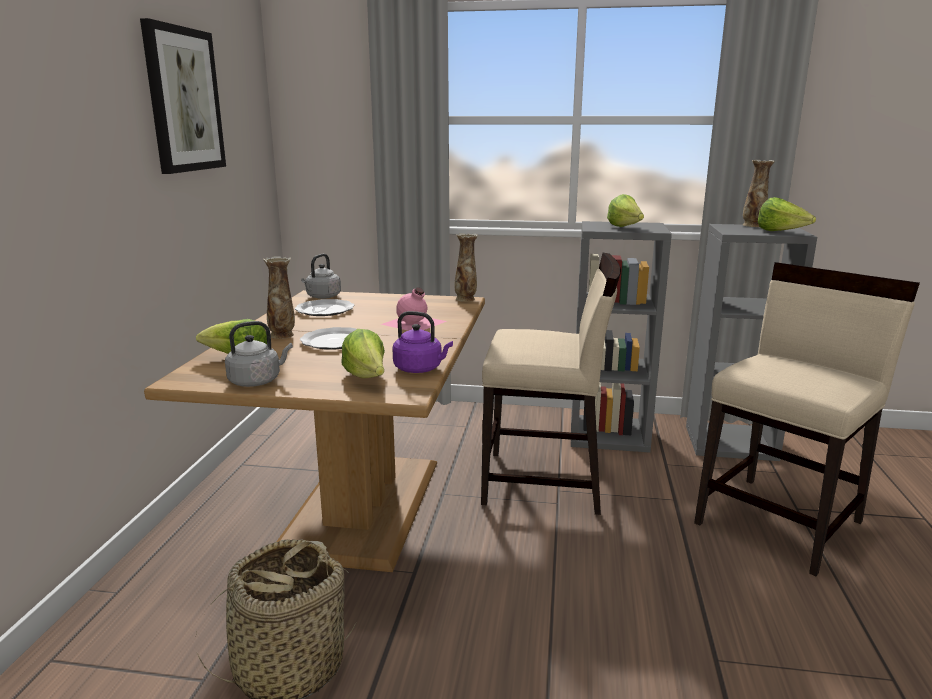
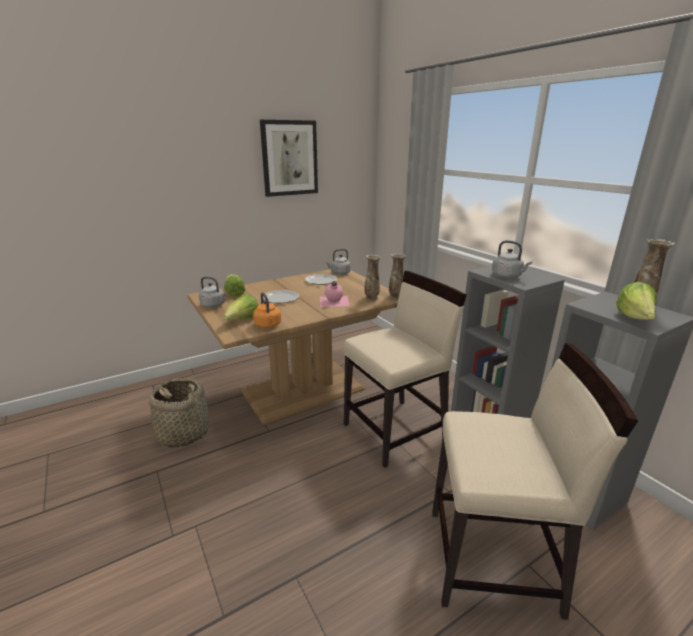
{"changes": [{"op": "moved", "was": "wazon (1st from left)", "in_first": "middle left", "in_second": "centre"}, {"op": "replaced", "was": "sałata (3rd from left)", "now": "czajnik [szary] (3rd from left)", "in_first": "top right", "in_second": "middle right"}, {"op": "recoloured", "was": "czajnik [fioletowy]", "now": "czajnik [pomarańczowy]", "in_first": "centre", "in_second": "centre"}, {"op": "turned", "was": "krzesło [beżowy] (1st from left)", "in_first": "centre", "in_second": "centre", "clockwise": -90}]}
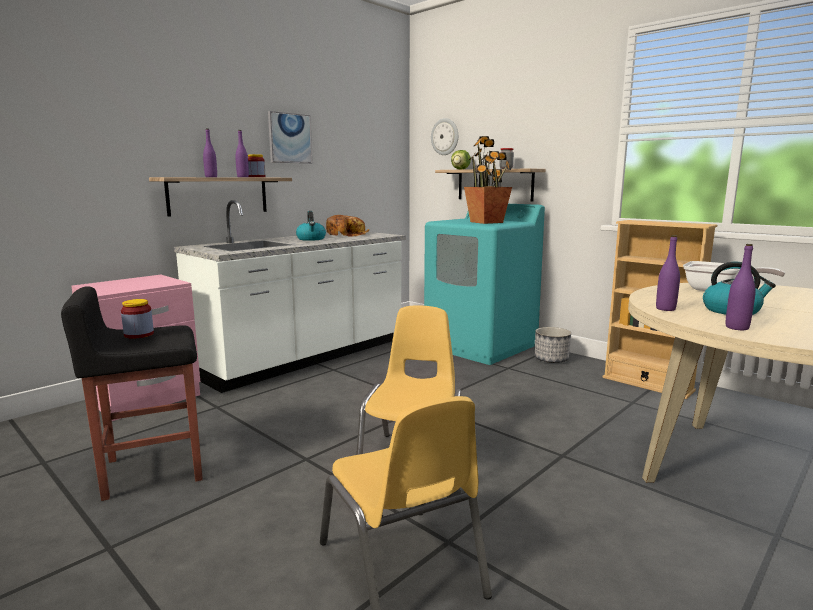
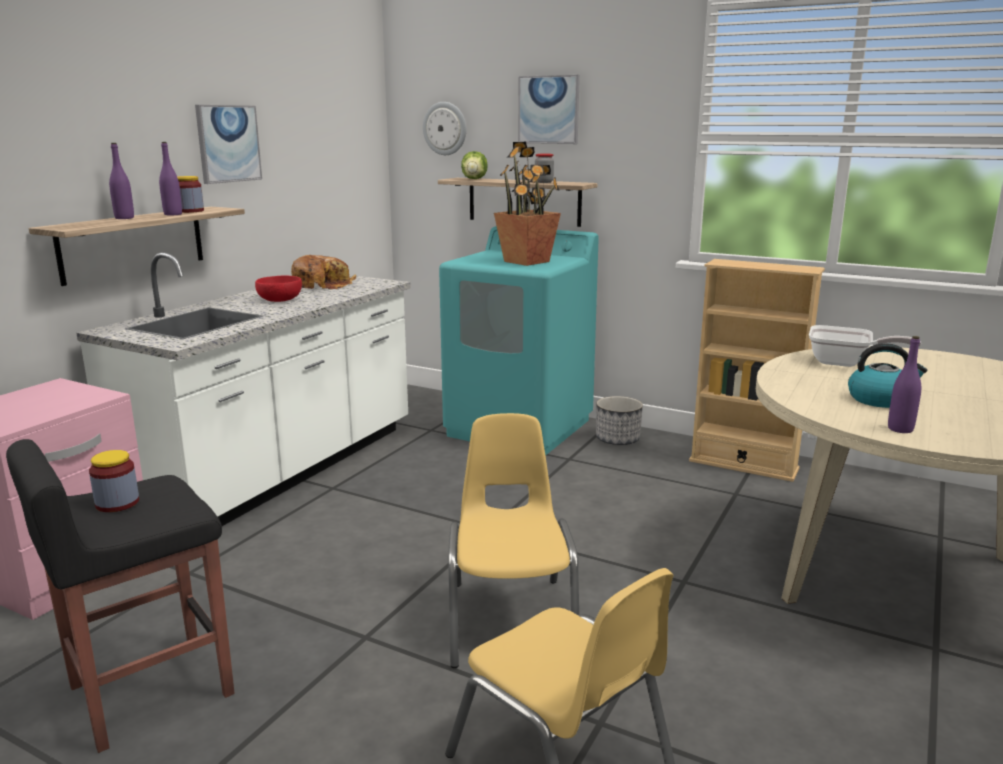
{"changes": [{"op": "removed", "was": "butelka [fioletowy] (3rd from left)", "in_first": "middle right"}, {"op": "added", "now": "obraz (2nd from left)", "in_second": "top centre"}, {"op": "replaced", "was": "czajnik (1st from left)", "now": "miska [czerwony]", "in_first": "centre", "in_second": "middle left"}]}
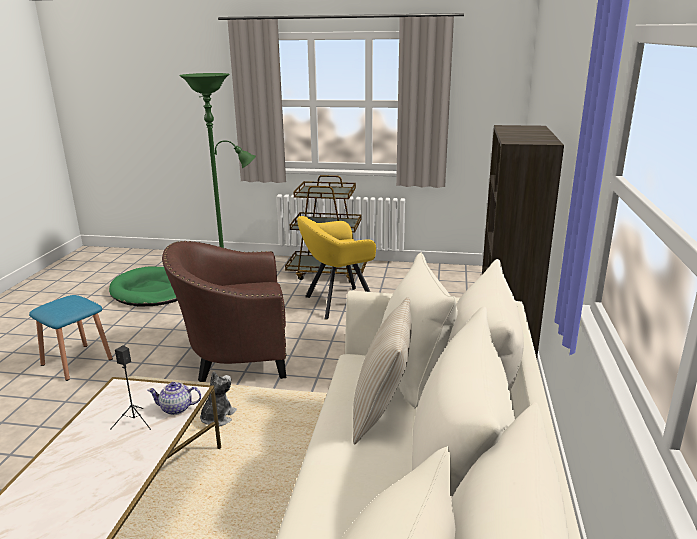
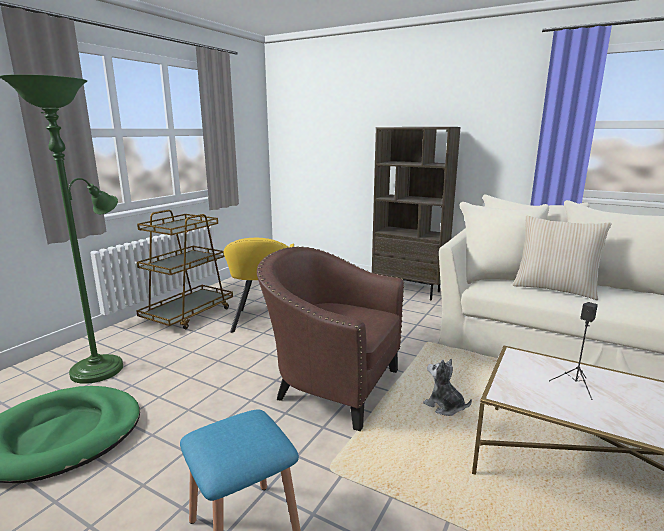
{"changes": [{"op": "removed", "was": "imbryk", "in_first": "bottom left"}, {"op": "turned", "was": "fotel [brązowy]", "in_first": "middle left", "in_second": "centre", "clockwise": 105}]}
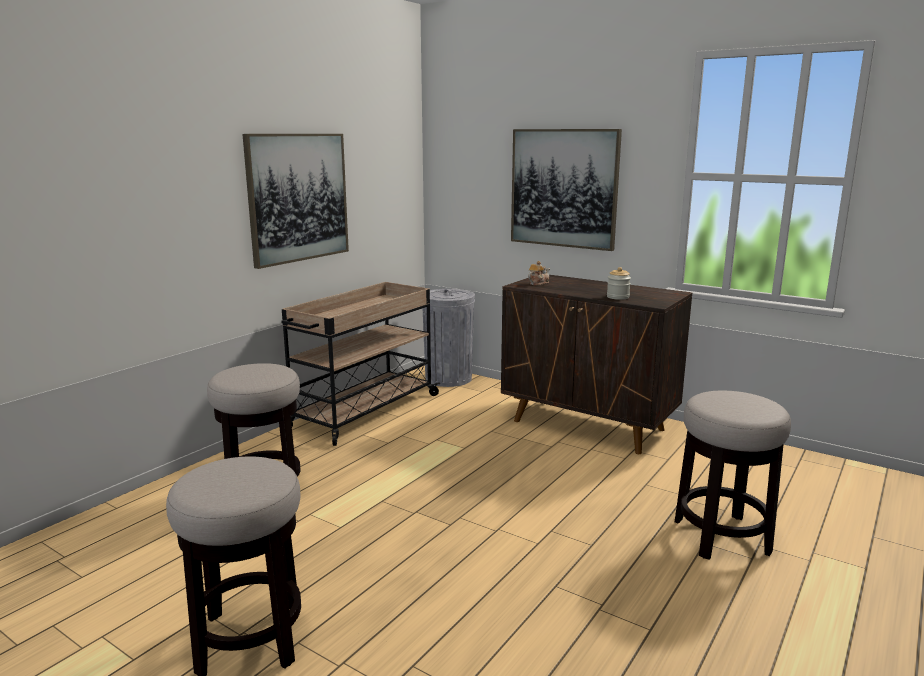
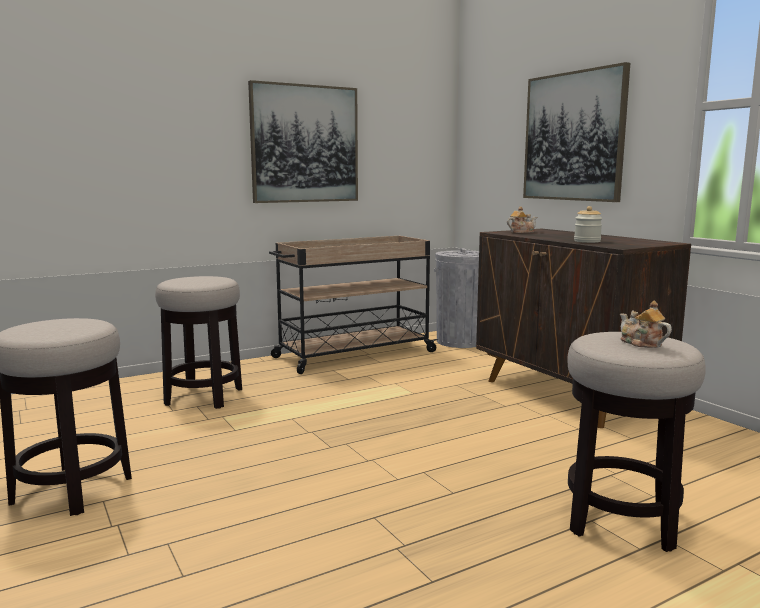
{"changes": [{"op": "added", "now": "imbryk (2nd from left)", "in_second": "middle right"}]}
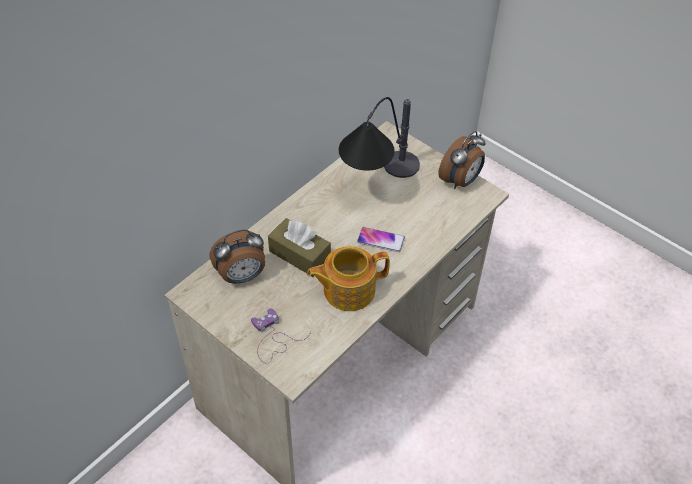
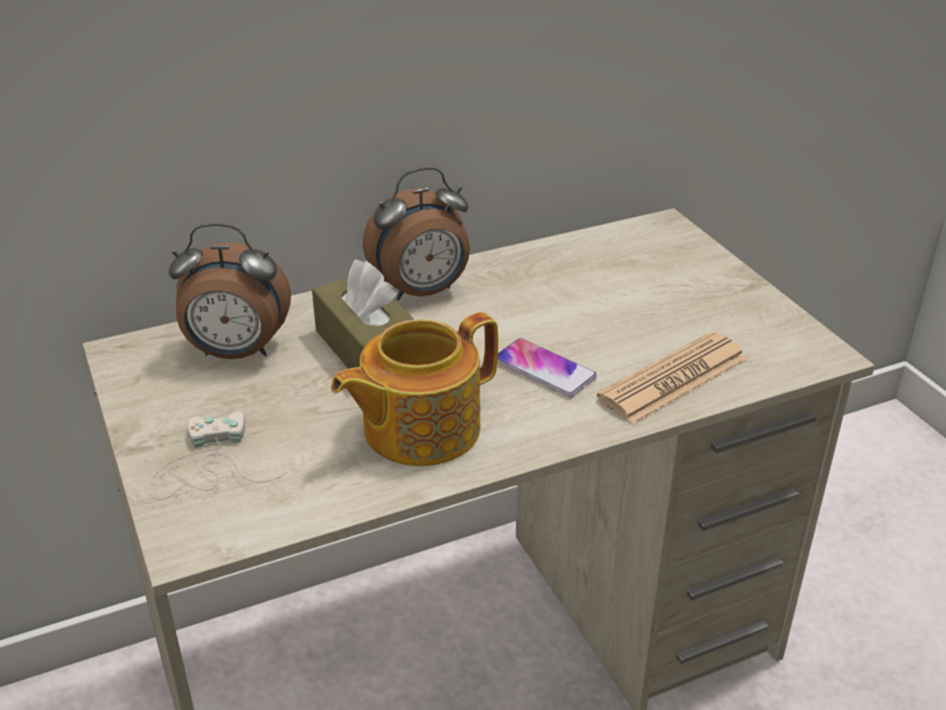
{"changes": [{"op": "removed", "was": "lampa stołowa", "in_first": "top centre"}, {"op": "added", "now": "gazeta", "in_second": "middle right"}, {"op": "moved", "was": "budzik (2nd from left)", "in_first": "top right", "in_second": "top centre"}, {"op": "recoloured", "was": "pad do gier [fioletowy]", "now": "pad do gier [biały]", "in_first": "bottom centre", "in_second": "middle left"}, {"op": "turned", "was": "imbryk", "in_first": "centre", "in_second": "centre", "clockwise": -45}]}
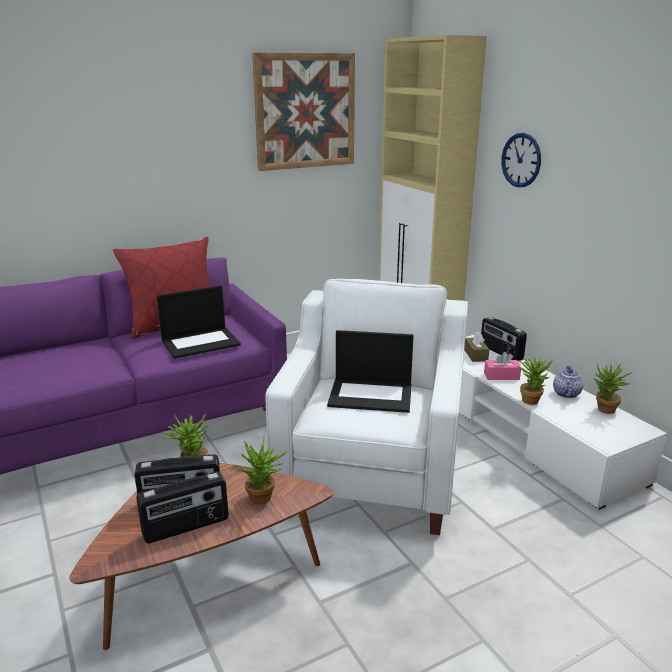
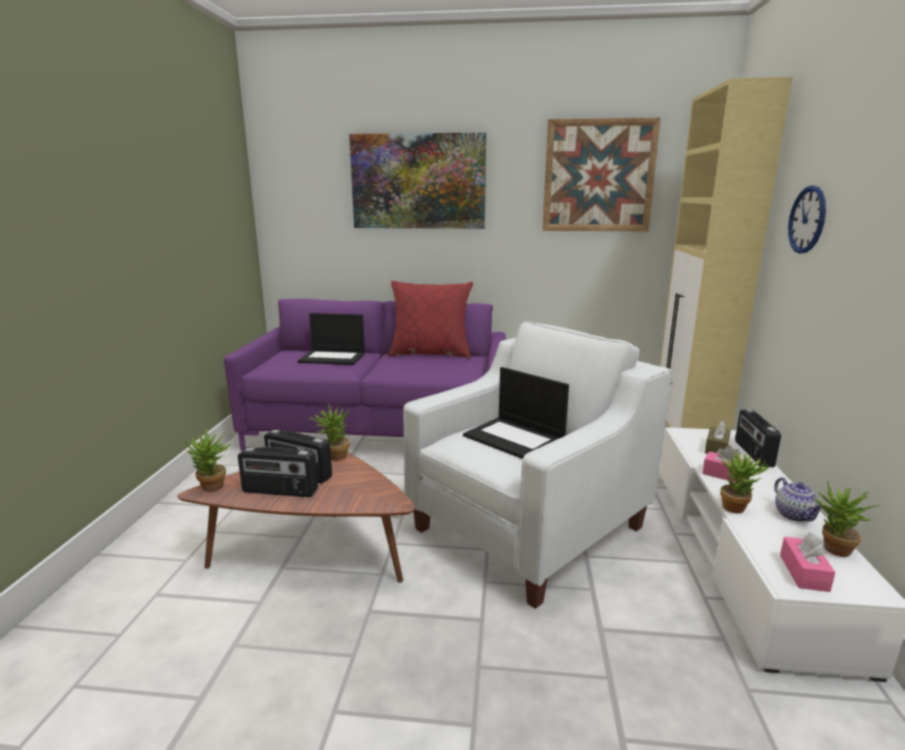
{"changes": [{"op": "added", "now": "obraz (1st from left)", "in_second": "top centre"}, {"op": "added", "now": "pudełko chusteczek [różowy] (2nd from left)", "in_second": "bottom right"}, {"op": "moved", "was": "laptop (1st from left)", "in_first": "middle left", "in_second": "centre"}, {"op": "moved", "was": "roślina doniczkowa (2nd from left in the first image)", "now": "roślina doniczkowa (1st from left)", "in_first": "bottom centre", "in_second": "middle left"}, {"op": "turned", "was": "imbryk", "in_first": "middle right", "in_second": "bottom right", "clockwise": 120}]}
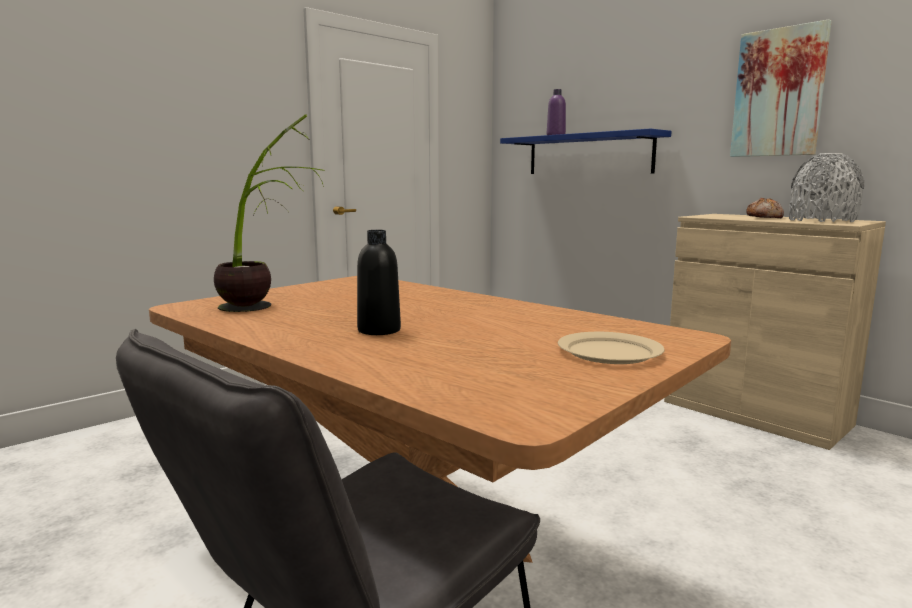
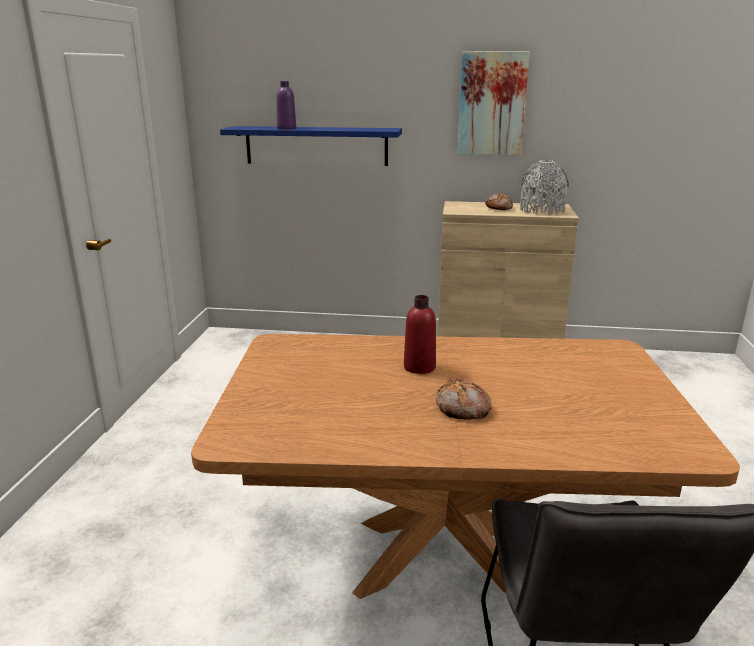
{"changes": [{"op": "removed", "was": "roślina doniczkowa", "in_first": "middle left"}, {"op": "removed", "was": "talerz [beżowy]", "in_first": "middle right"}, {"op": "added", "now": "butelka [czerwony]", "in_second": "centre"}, {"op": "replaced", "was": "butelka [czarny]", "now": "chleb (1st from left)", "in_first": "centre", "in_second": "centre"}]}
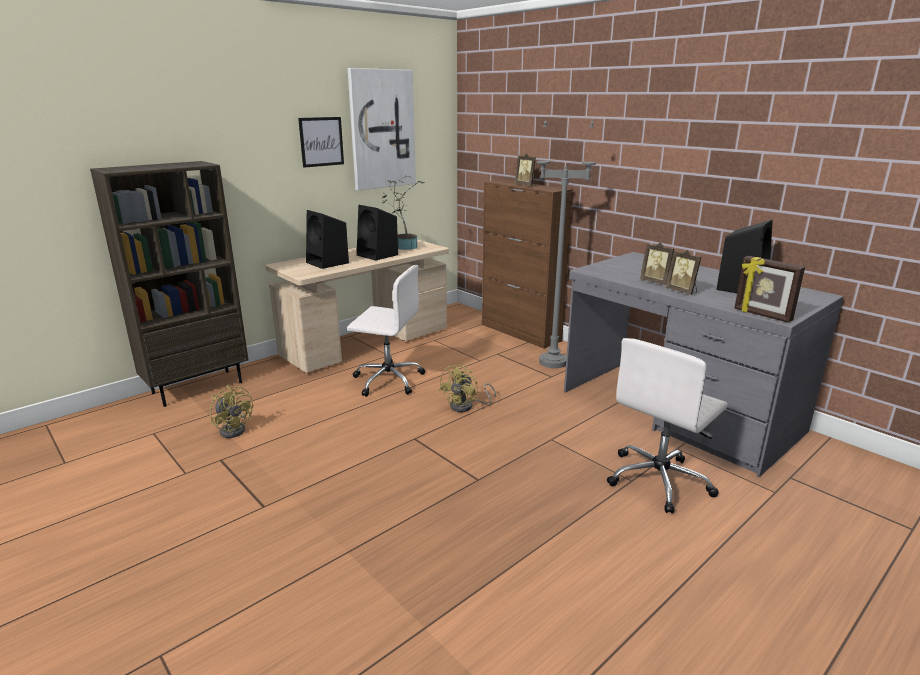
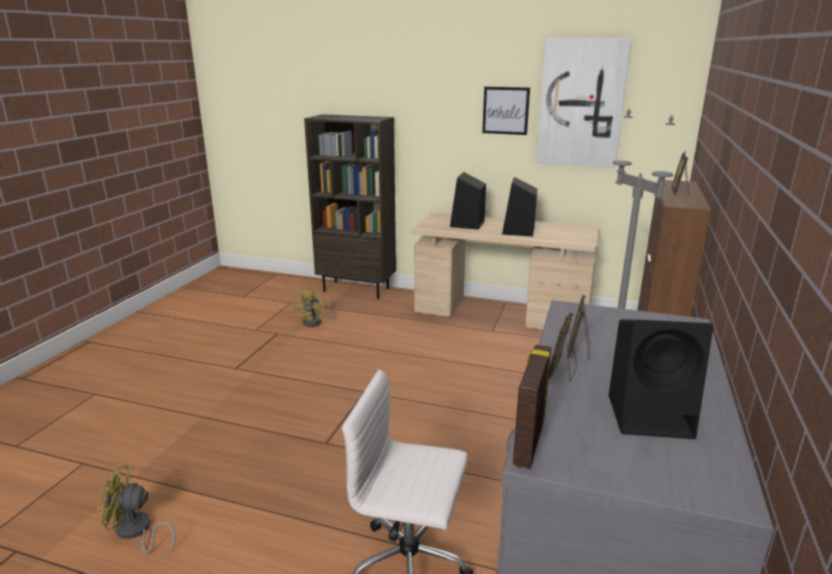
{"changes": [{"op": "removed", "was": "krzesło biurowe [biały] (1st from left)", "in_first": "centre"}, {"op": "removed", "was": "roślina doniczkowa", "in_first": "top centre"}, {"op": "moved", "was": "wentylator [żółty] (2nd from left in the first image)", "now": "wentylator [żółty] (1st from left)", "in_first": "centre", "in_second": "bottom left"}]}
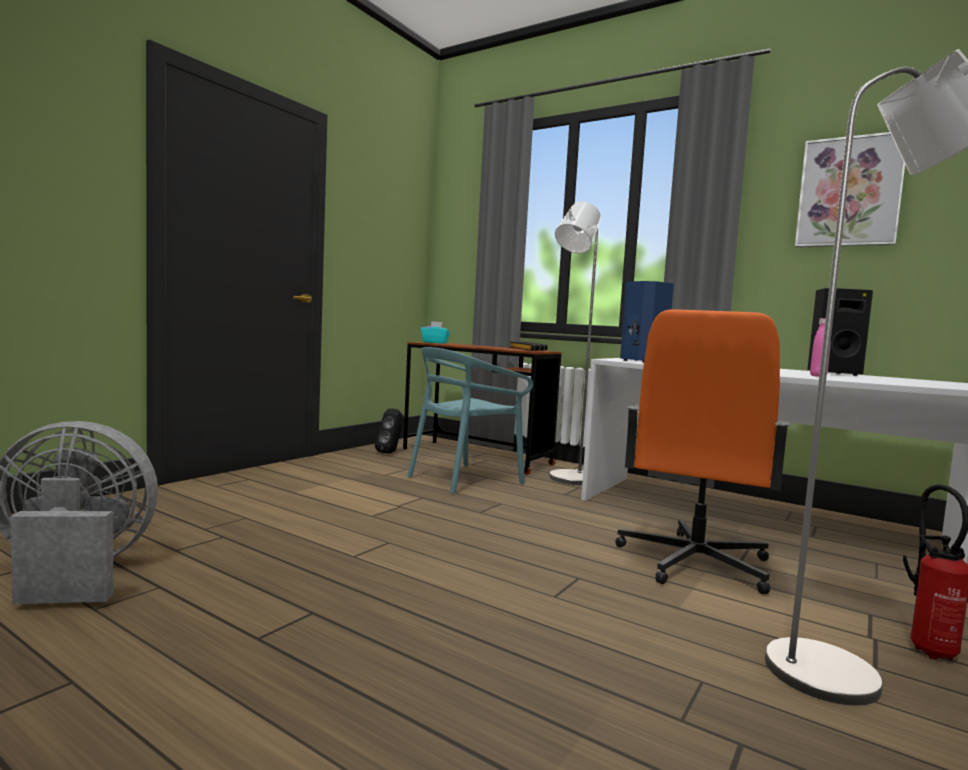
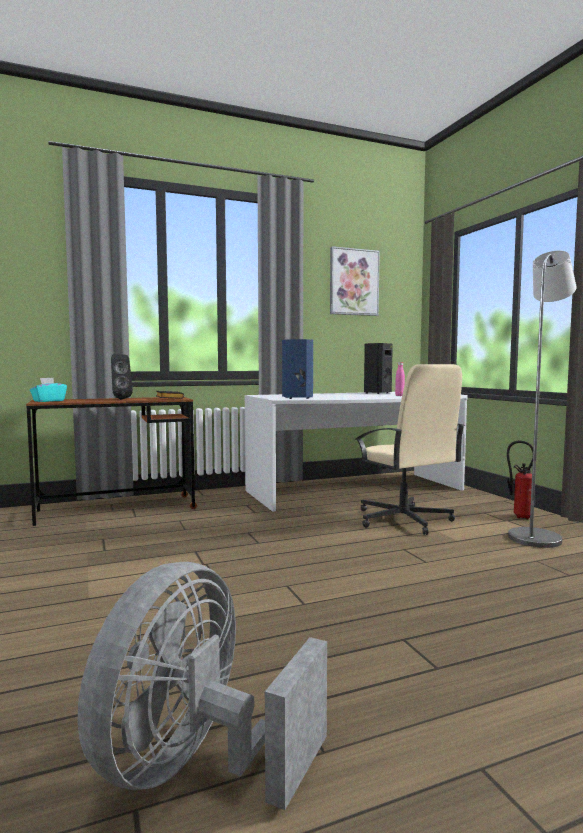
{"changes": [{"op": "removed", "was": "krzesło [turkusowy]", "in_first": "centre"}, {"op": "removed", "was": "lampa stojąca [szary] (1st from left)", "in_first": "centre"}, {"op": "moved", "was": "głośnik [czarny] (1st from left)", "in_first": "centre", "in_second": "middle left"}, {"op": "recoloured", "was": "krzesło biurowe [pomarańczowy]", "now": "krzesło biurowe [beżowy]", "in_first": "middle right", "in_second": "middle right"}]}
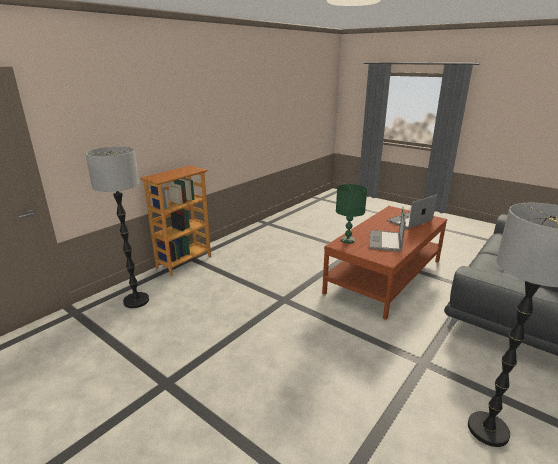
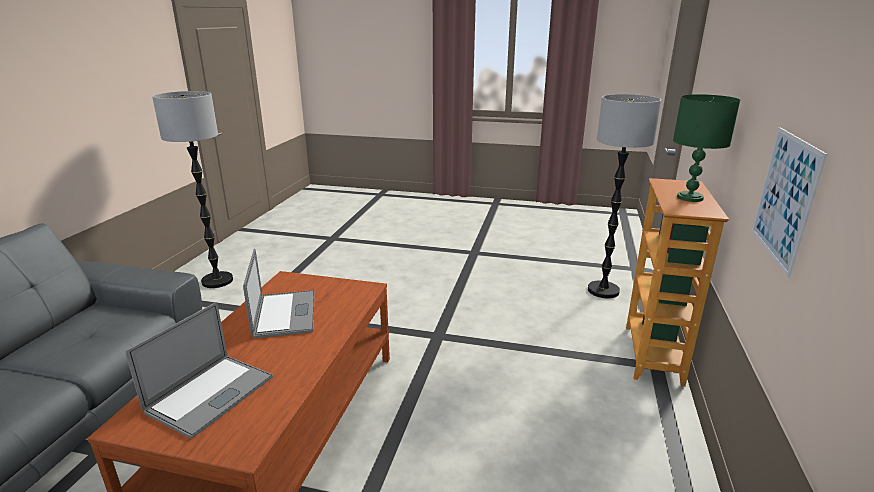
{"changes": [{"op": "added", "now": "obraz", "in_second": "middle right"}, {"op": "moved", "was": "lampa stołowa [zielony]", "in_first": "centre", "in_second": "top right"}]}
